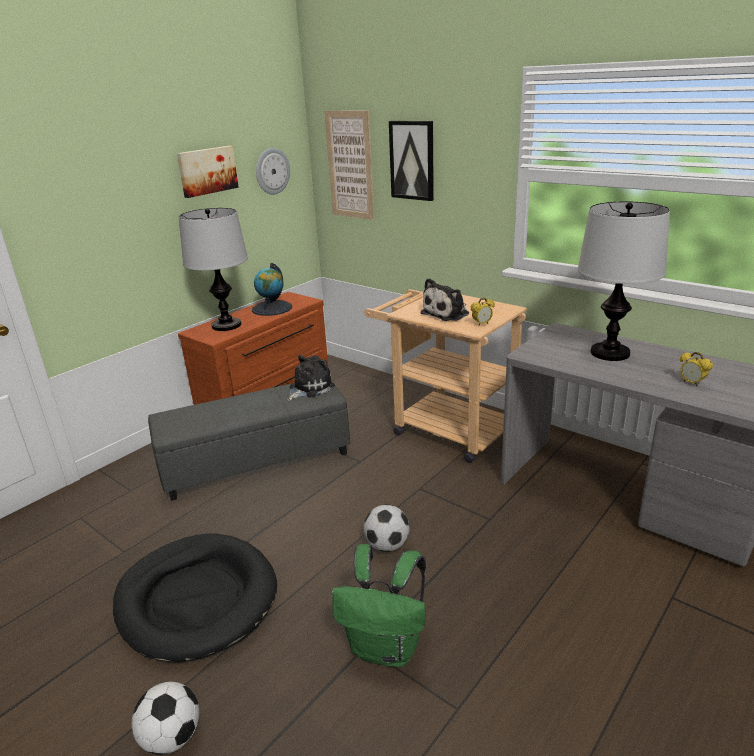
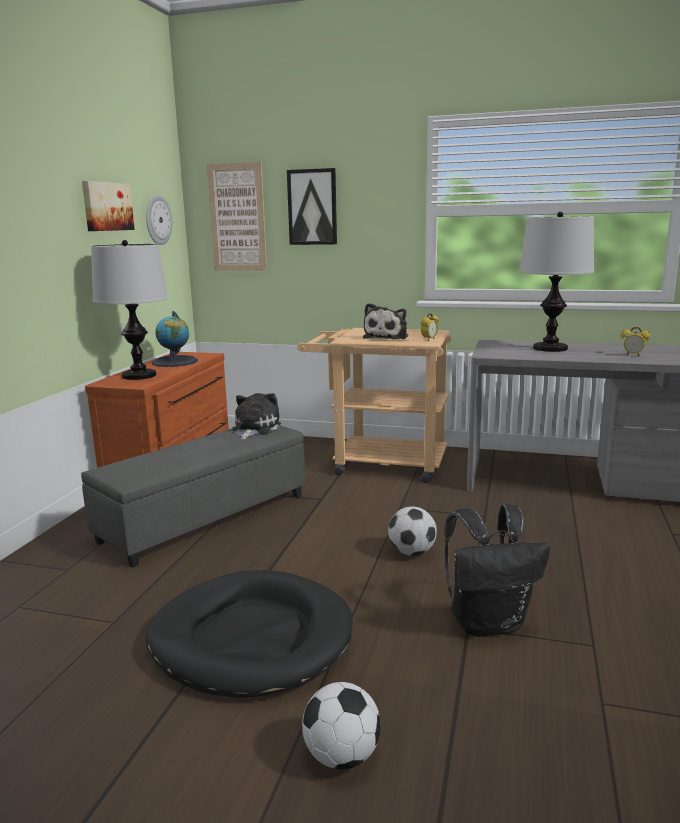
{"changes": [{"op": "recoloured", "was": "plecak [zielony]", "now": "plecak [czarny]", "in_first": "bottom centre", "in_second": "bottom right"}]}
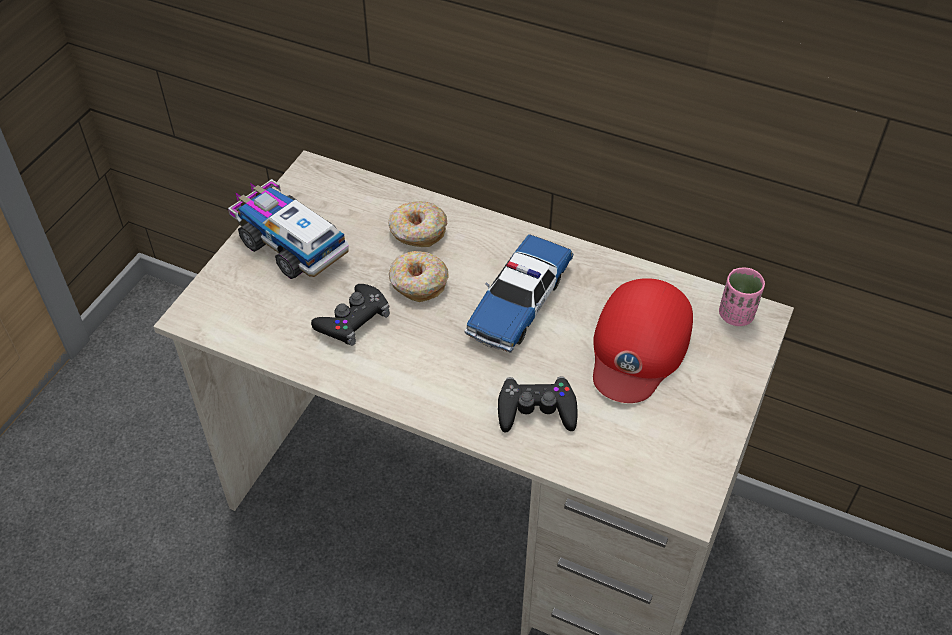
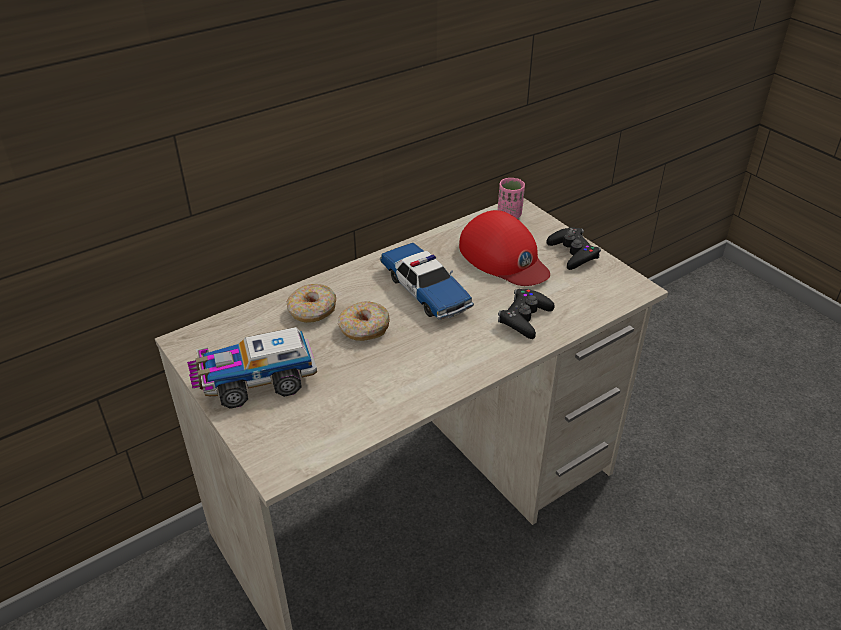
{"changes": [{"op": "moved", "was": "pad do gier [czarny] (1st from left in the first image)", "now": "pad do gier [czarny] (2nd from left)", "in_first": "centre", "in_second": "middle right"}]}
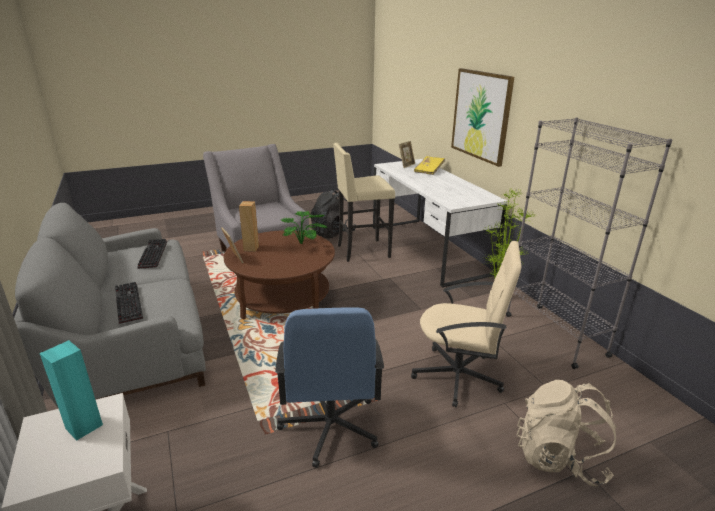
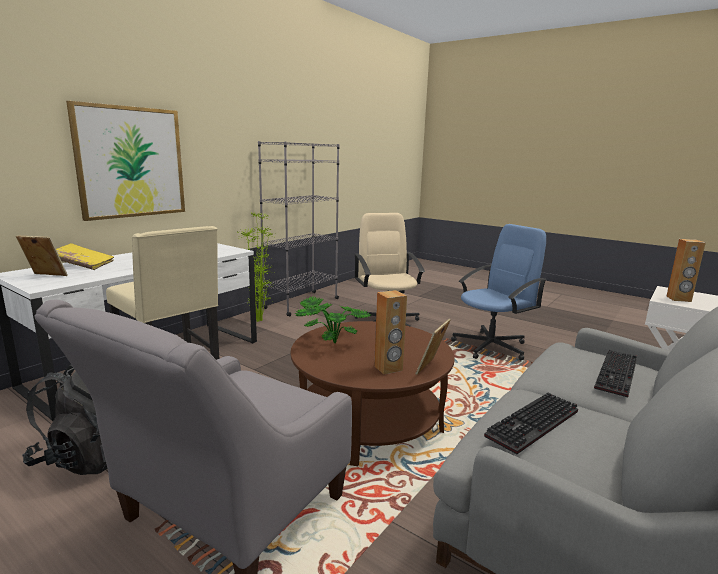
{"changes": [{"op": "removed", "was": "plecak [beżowy]", "in_first": "bottom right"}, {"op": "recoloured", "was": "głośnik [turkusowy]", "now": "głośnik [brązowy] (2nd from left)", "in_first": "bottom left", "in_second": "middle right"}]}
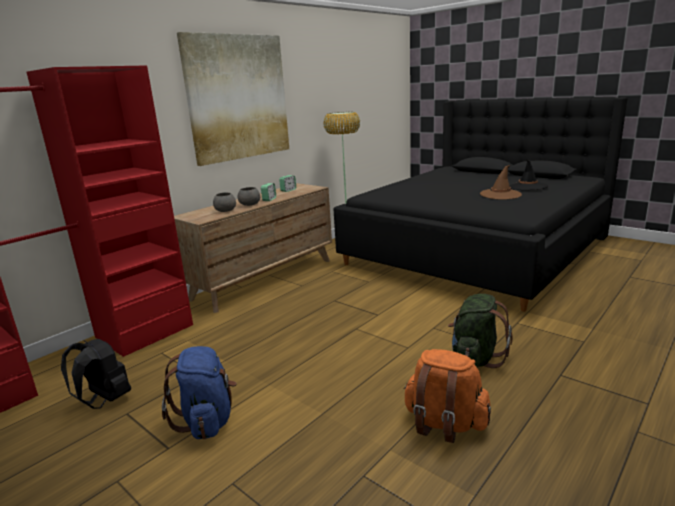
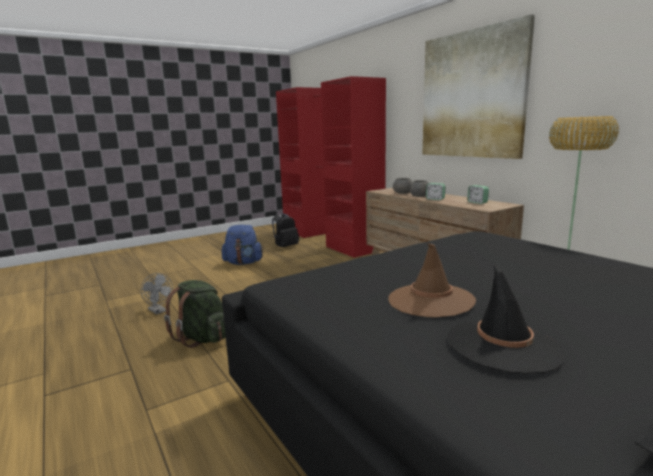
{"changes": [{"op": "replaced", "was": "plecak [pomarańczowy]", "now": "wentylator [szary]", "in_first": "bottom centre", "in_second": "middle left"}]}
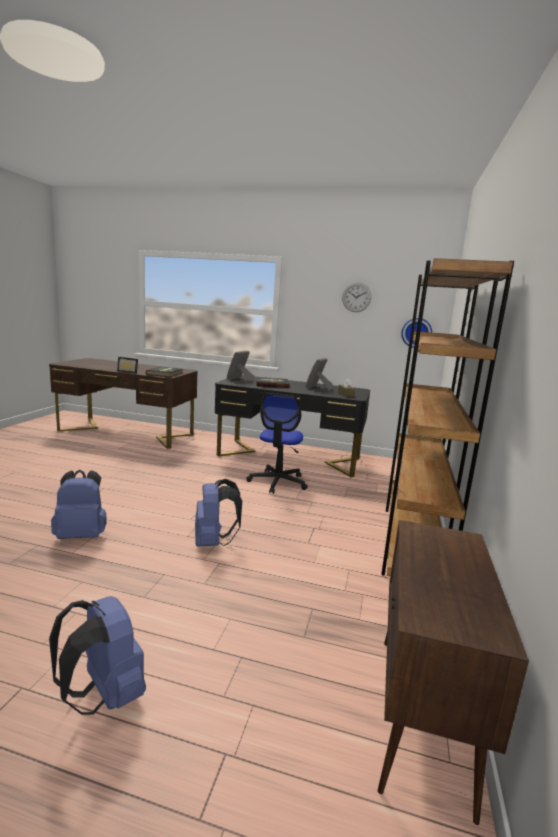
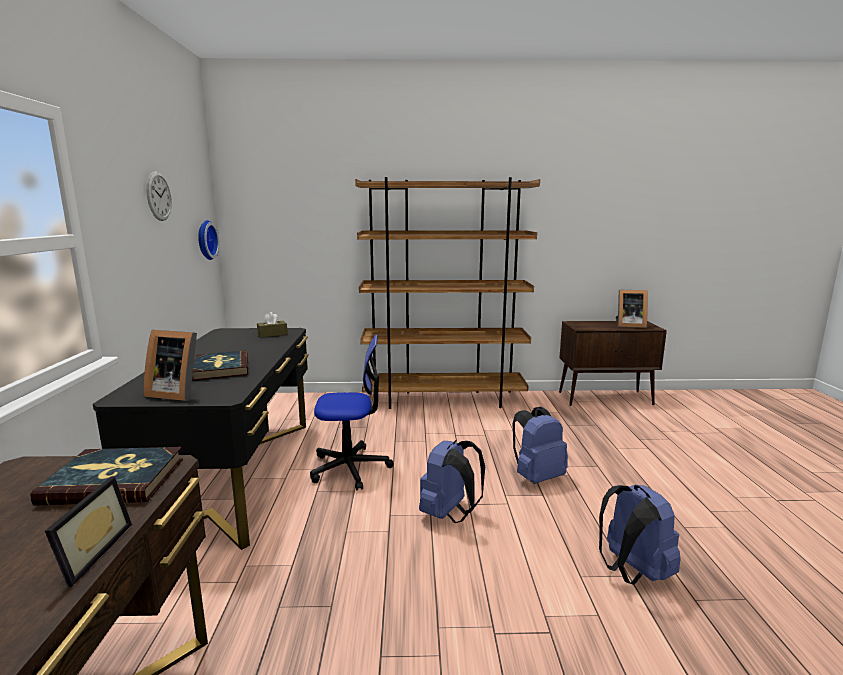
{"changes": [{"op": "moved", "was": "plecak [niebieski] (2nd from left in the first image)", "now": "plecak [niebieski] (1st from left)", "in_first": "bottom left", "in_second": "bottom centre"}, {"op": "moved", "was": "ramka na zdjęcie (3rd from left)", "in_first": "centre", "in_second": "middle right"}]}
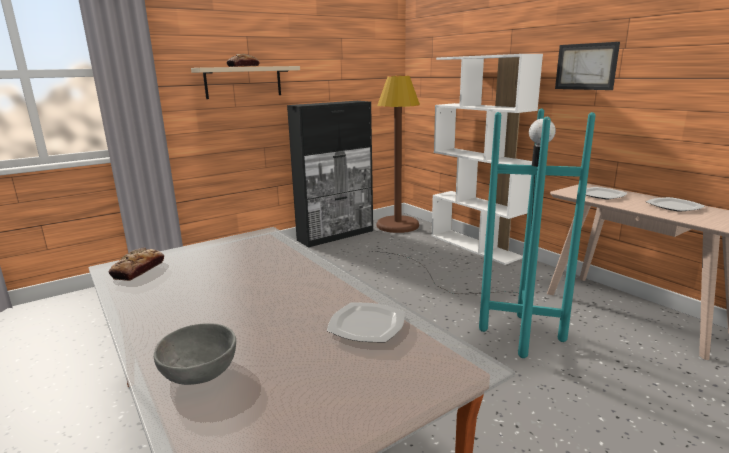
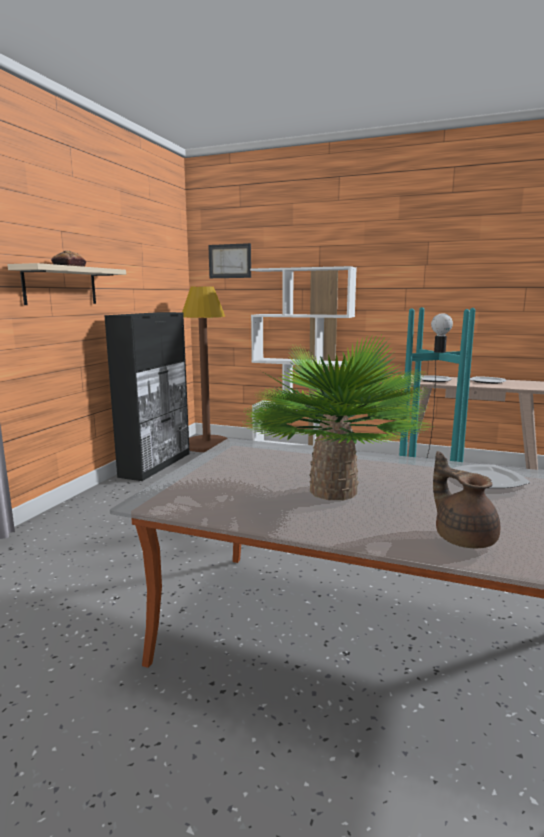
{"changes": [{"op": "removed", "was": "chleb (1st from left)", "in_first": "middle left"}, {"op": "added", "now": "roślina doniczkowa", "in_second": "centre"}, {"op": "moved", "was": "obraz", "in_first": "top right", "in_second": "top centre"}, {"op": "replaced", "was": "miska [szary]", "now": "imbryk [brązowy]", "in_first": "bottom left", "in_second": "middle right"}]}
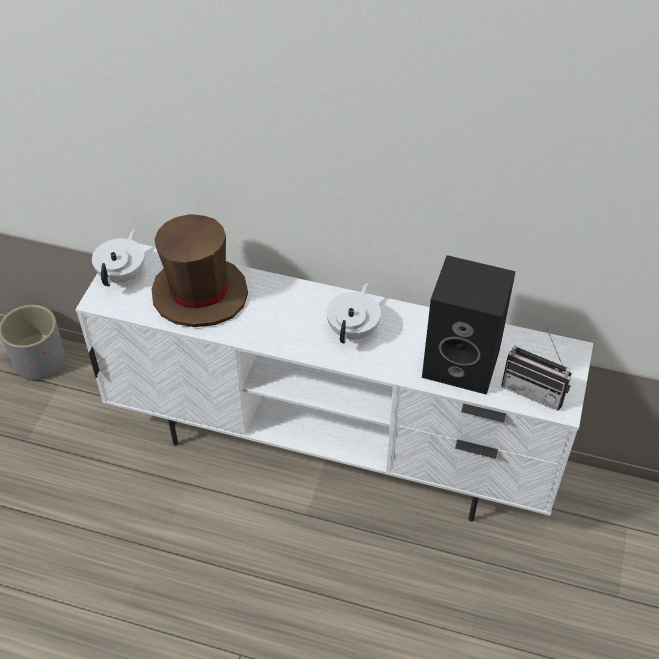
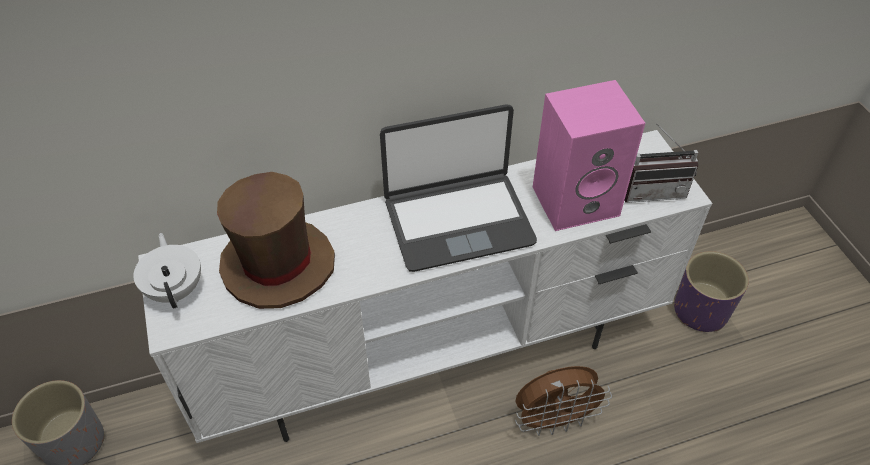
{"changes": [{"op": "added", "now": "wentylator [brązowy]", "in_second": "bottom centre"}, {"op": "added", "now": "donica [fioletowy]", "in_second": "middle right"}, {"op": "replaced", "was": "imbryk [biały] (2nd from left)", "now": "laptop", "in_first": "centre", "in_second": "centre"}, {"op": "recoloured", "was": "głośnik [czarny]", "now": "głośnik [różowy]", "in_first": "middle right", "in_second": "middle right"}]}
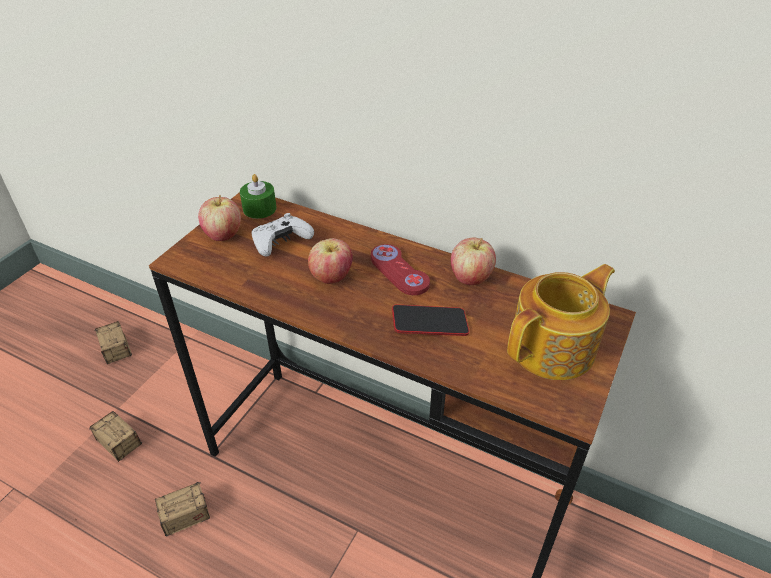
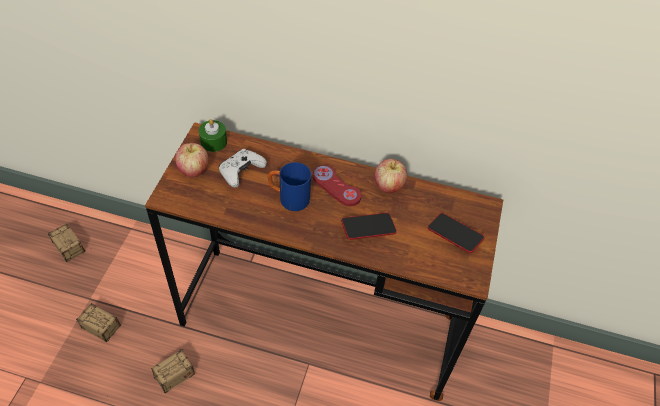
{"changes": [{"op": "replaced", "was": "jabłko (2nd from left)", "now": "kubek [niebieski]", "in_first": "centre", "in_second": "centre"}, {"op": "replaced", "was": "imbryk", "now": "telefon (2nd from left)", "in_first": "middle right", "in_second": "middle right"}]}
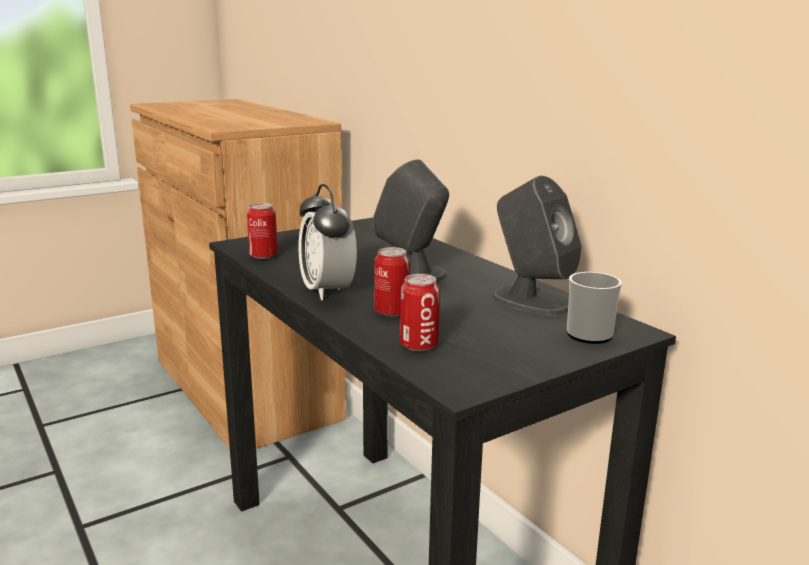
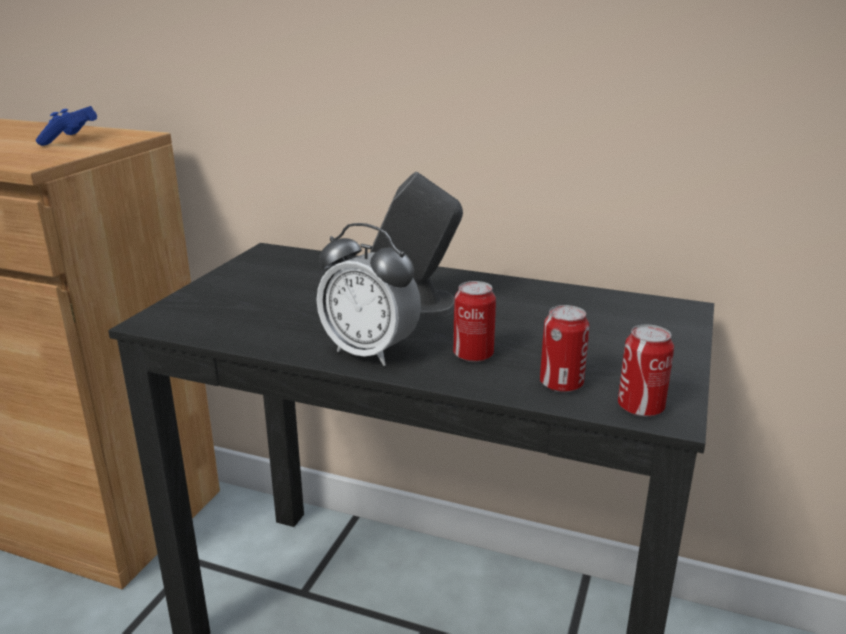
{"changes": [{"op": "removed", "was": "głośnik [szary] (2nd from left)", "in_first": "centre"}, {"op": "removed", "was": "kubek", "in_first": "middle right"}, {"op": "added", "now": "pad do gier [niebieski]", "in_second": "top left"}, {"op": "moved", "was": "puszka (1st from left in the first image)", "now": "puszka (3rd from left)", "in_first": "middle left", "in_second": "middle right"}]}
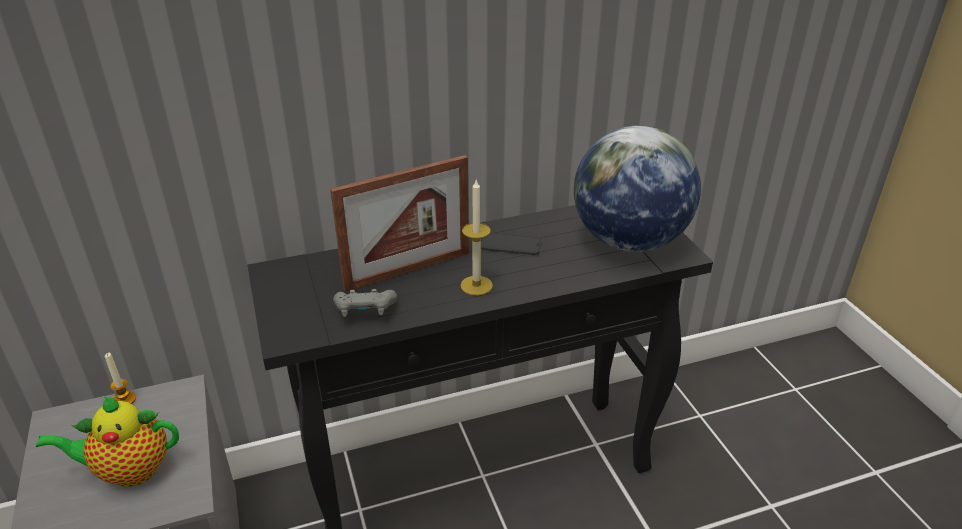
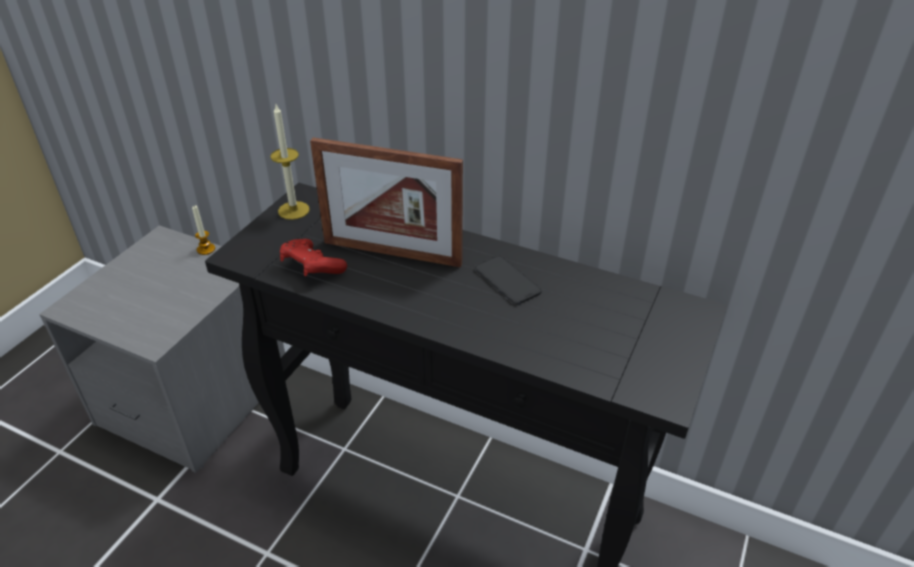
{"changes": [{"op": "removed", "was": "imbryk", "in_first": "bottom left"}, {"op": "removed", "was": "globus", "in_first": "centre"}, {"op": "moved", "was": "świeca (2nd from left)", "in_first": "centre", "in_second": "top left"}, {"op": "recoloured", "was": "pad do gier [szary]", "now": "pad do gier [czerwony]", "in_first": "centre", "in_second": "centre"}]}
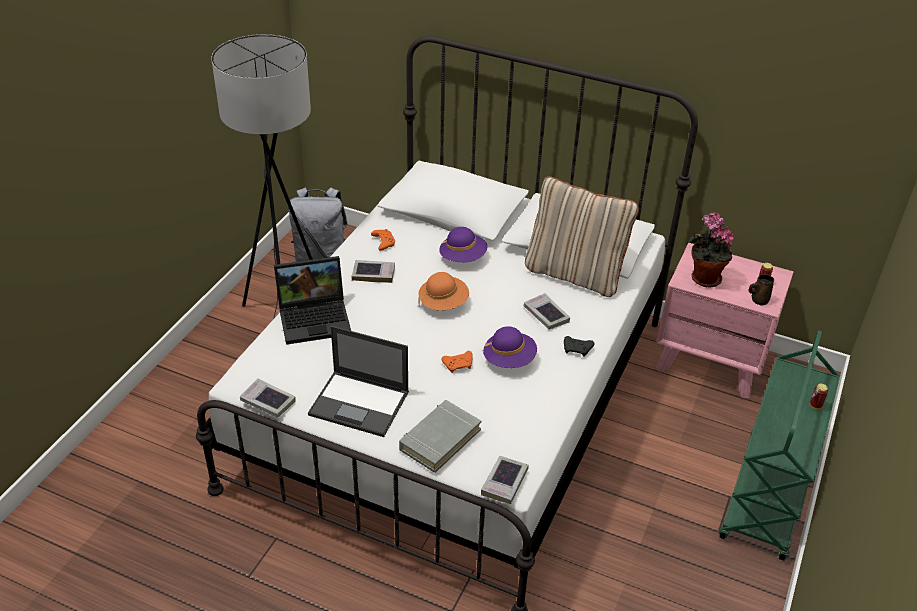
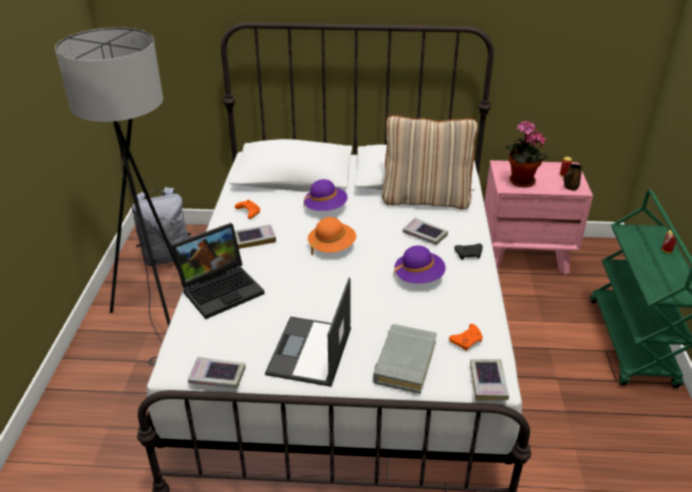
{"changes": [{"op": "moved", "was": "pad do gier [pomarańczowy] (2nd from left)", "in_first": "centre", "in_second": "bottom right"}, {"op": "turned", "was": "laptop (2nd from left)", "in_first": "centre", "in_second": "bottom centre", "clockwise": 105}]}
